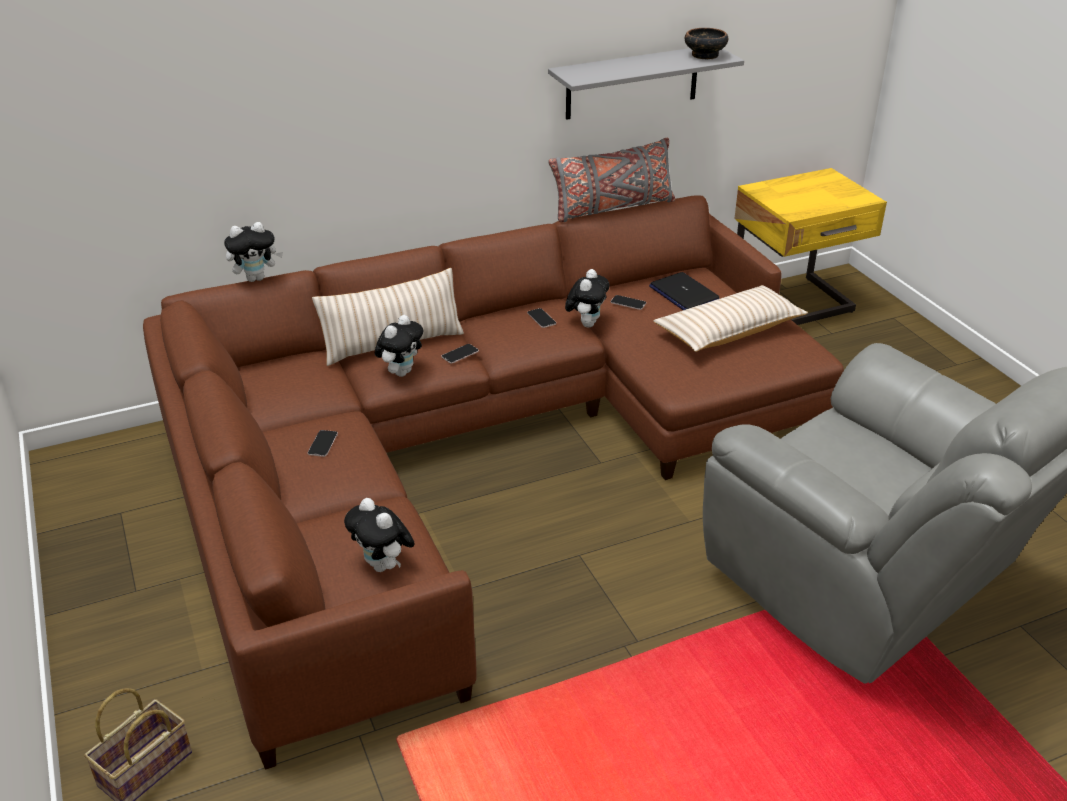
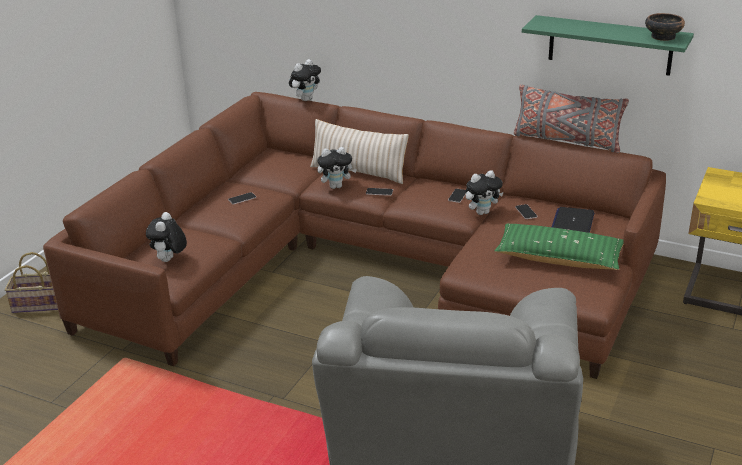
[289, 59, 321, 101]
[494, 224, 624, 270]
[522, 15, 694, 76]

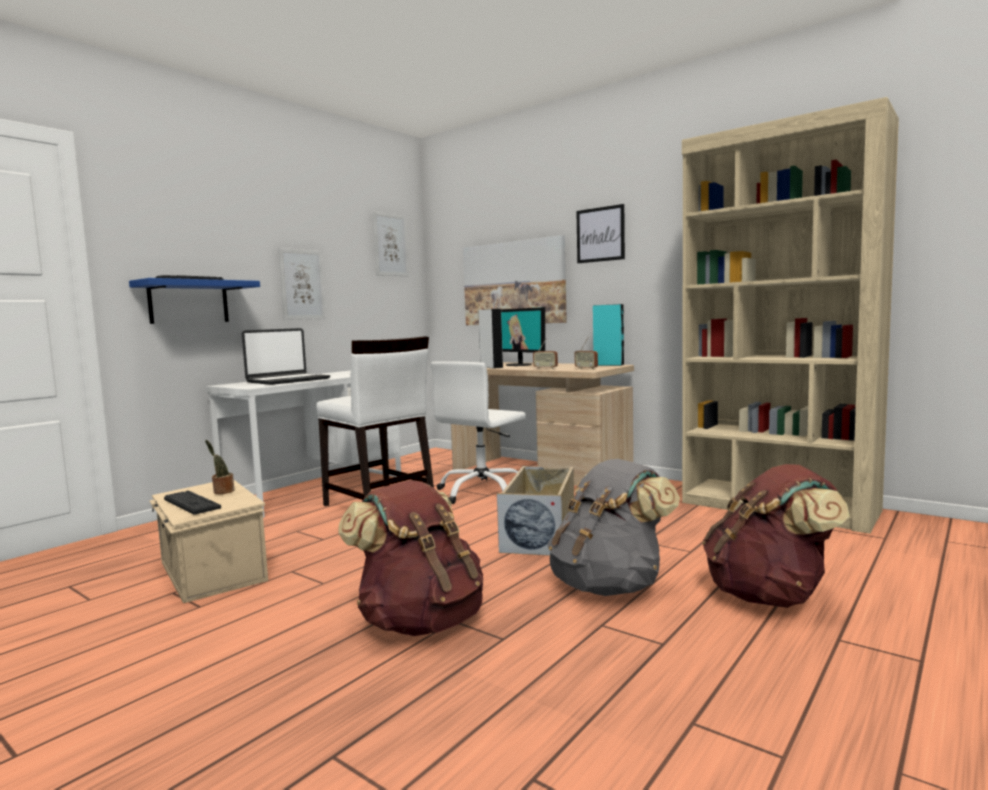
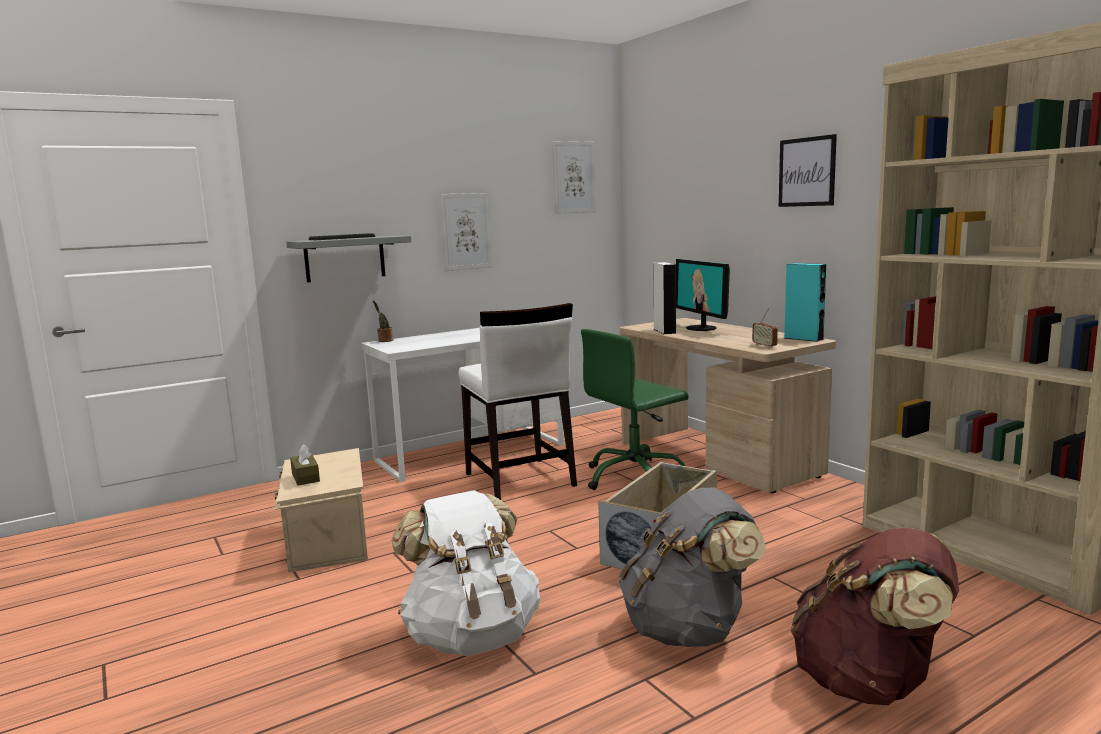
[287, 235, 411, 283]
[290, 445, 320, 486]
[373, 300, 393, 342]
[392, 490, 540, 656]
[581, 329, 689, 490]
[242, 328, 330, 385] (first image)
[463, 235, 567, 325] (first image)
[533, 338, 558, 369] (first image)

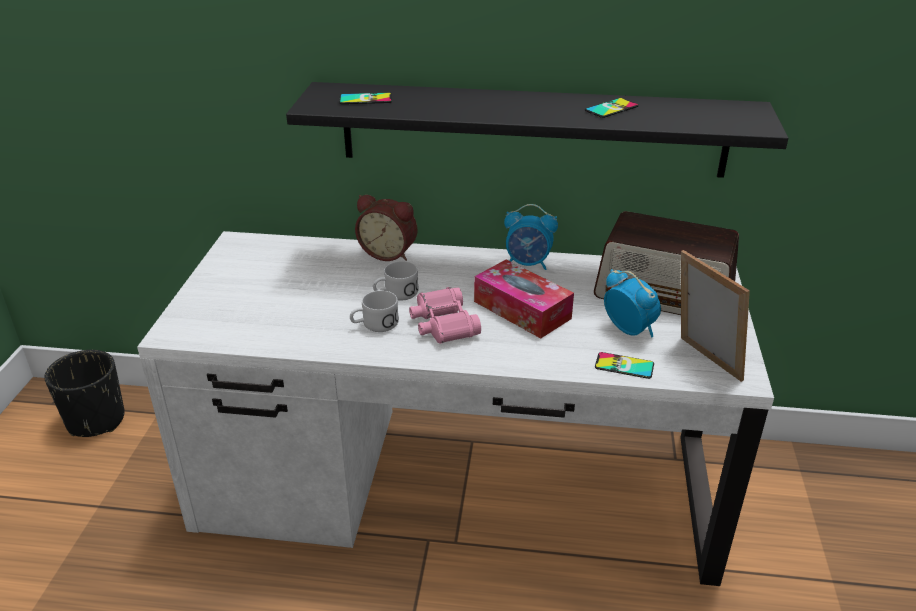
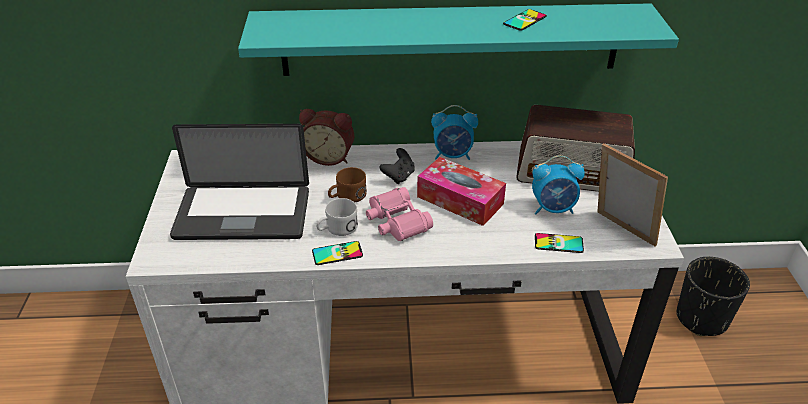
[170, 124, 309, 240]
[238, 3, 679, 76]
[312, 241, 363, 265]
[328, 167, 367, 202]
[380, 148, 415, 184]
[532, 155, 585, 214]
[676, 257, 750, 336]

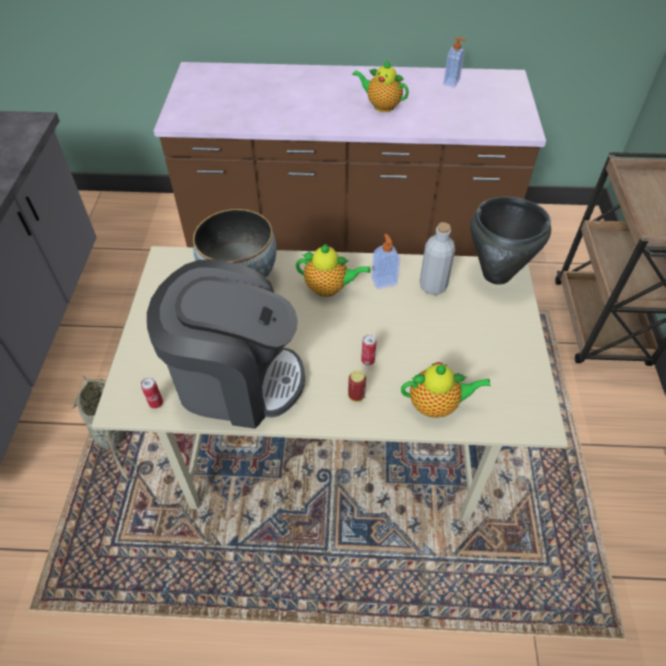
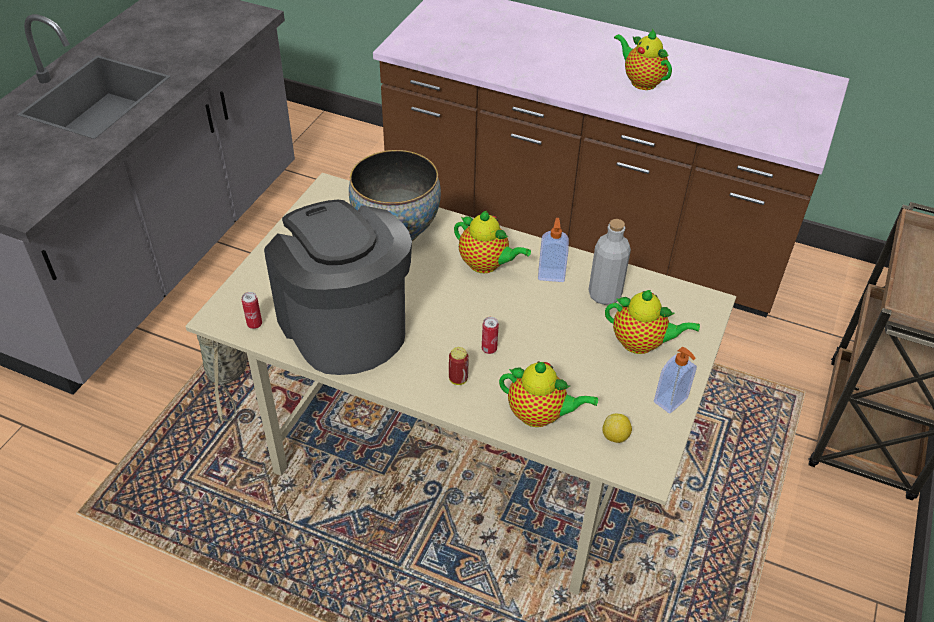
[264, 200, 412, 375]
[602, 413, 632, 443]
[605, 290, 700, 354]
[654, 346, 697, 414]
[470, 196, 551, 285] (first image)

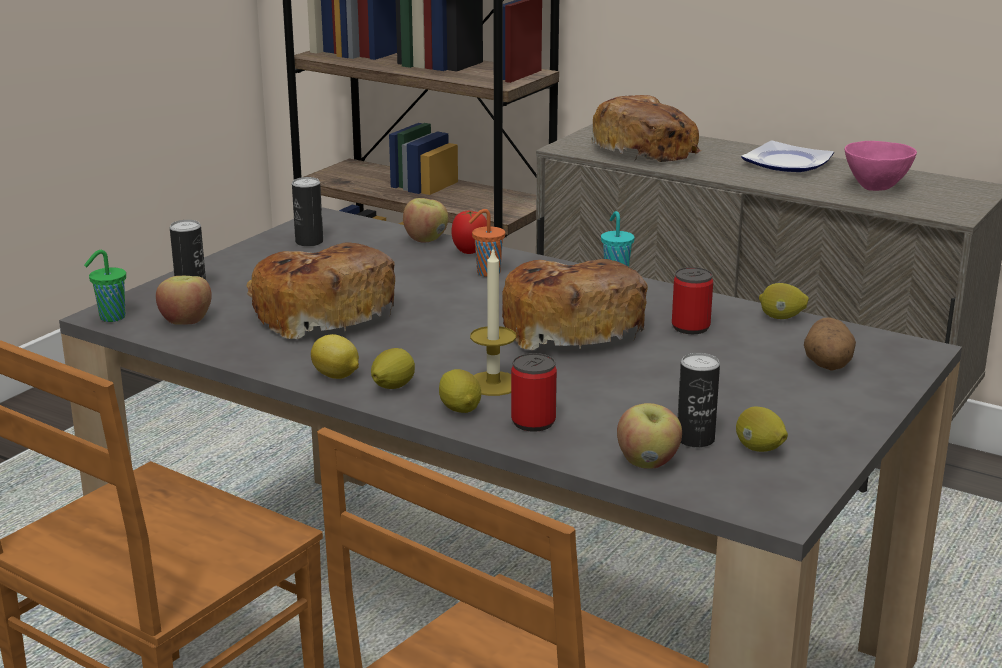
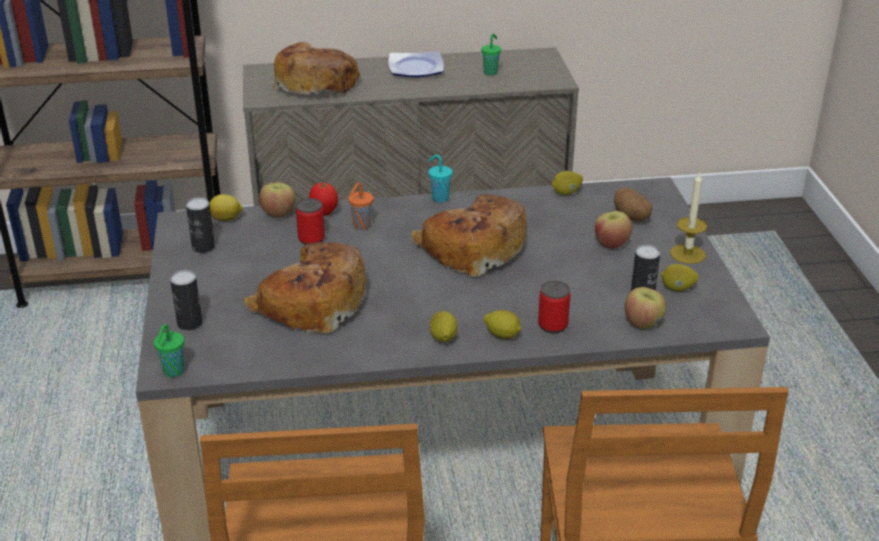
[210, 194, 243, 221]
[296, 198, 325, 245]
[481, 34, 501, 76]
[595, 211, 632, 249]
[670, 171, 707, 264]

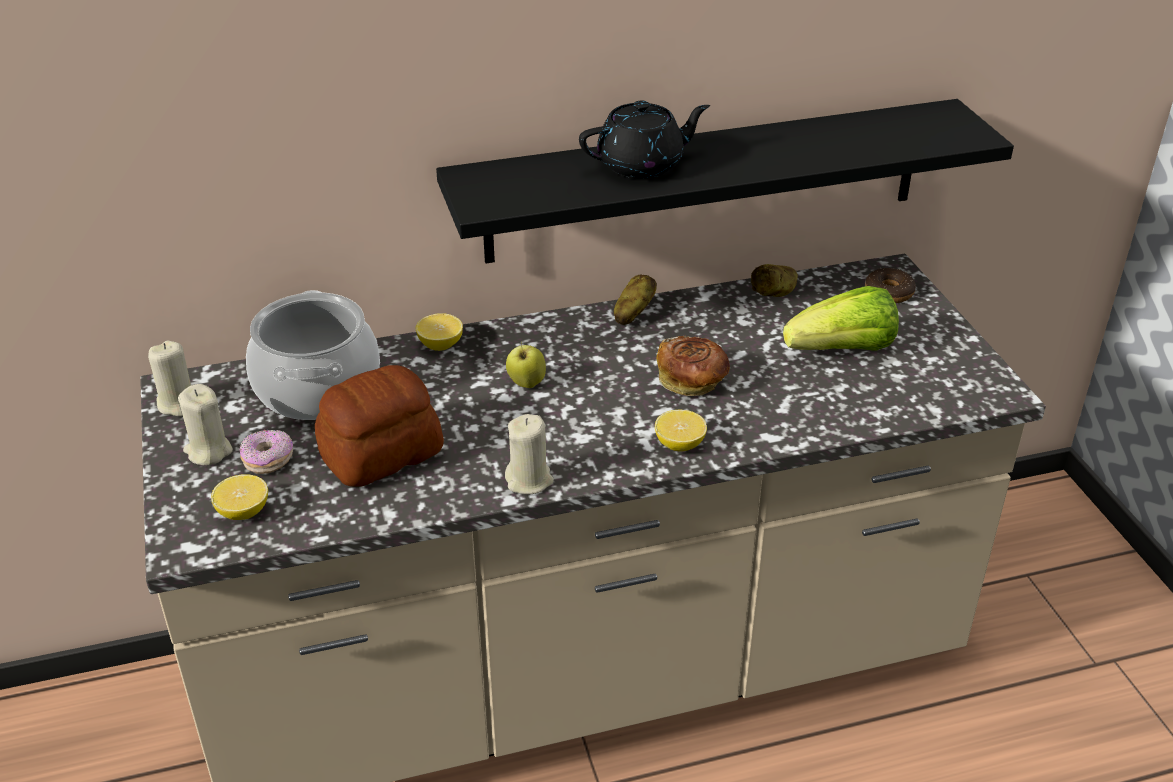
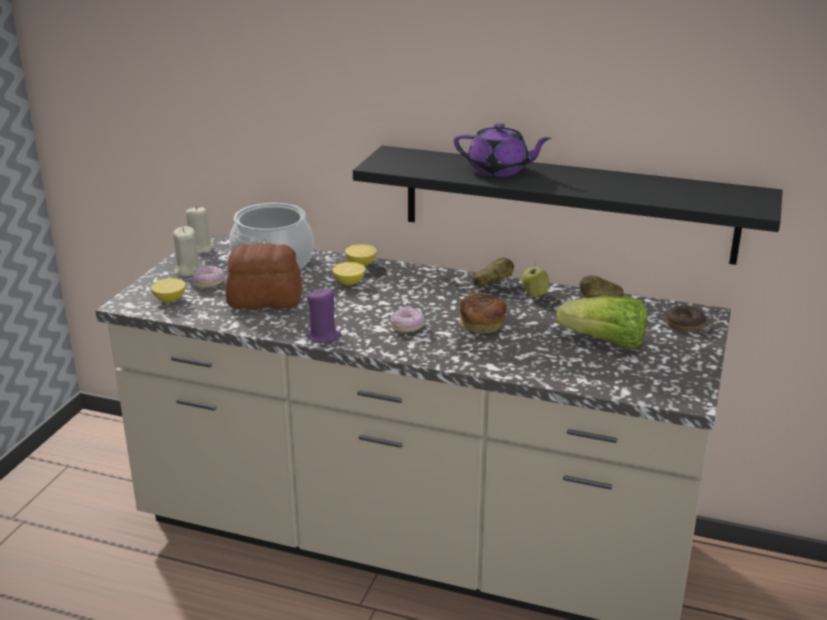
[306, 288, 341, 343]
[332, 262, 365, 285]
[390, 307, 424, 333]
[454, 123, 551, 177]
[522, 263, 549, 297]

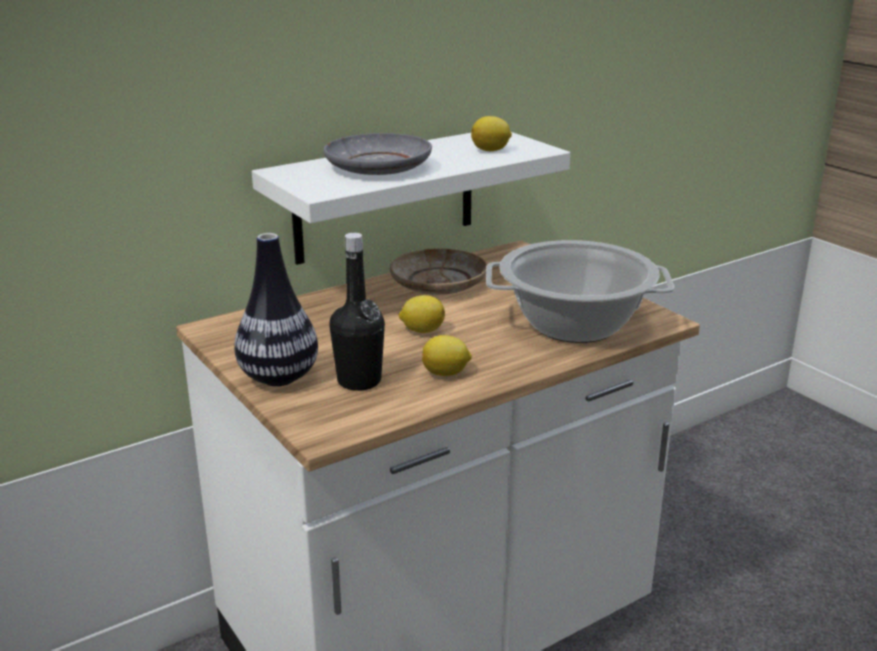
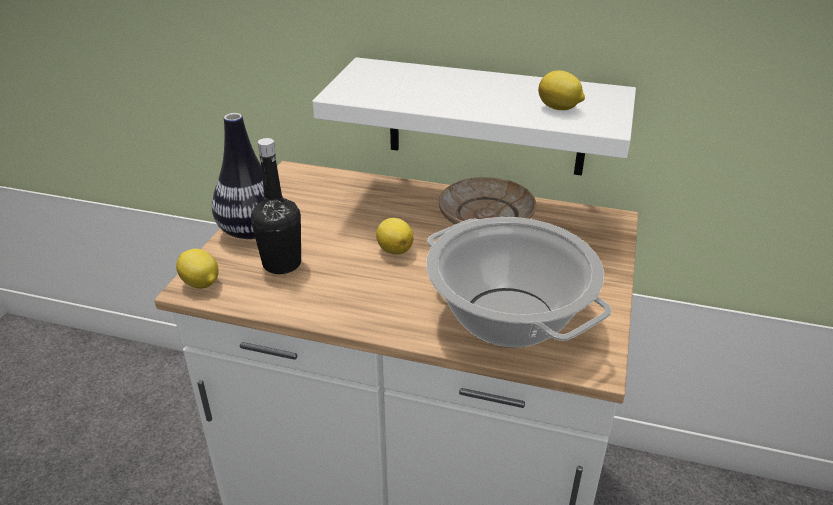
[176, 249, 219, 289]
[324, 133, 432, 175] (first image)

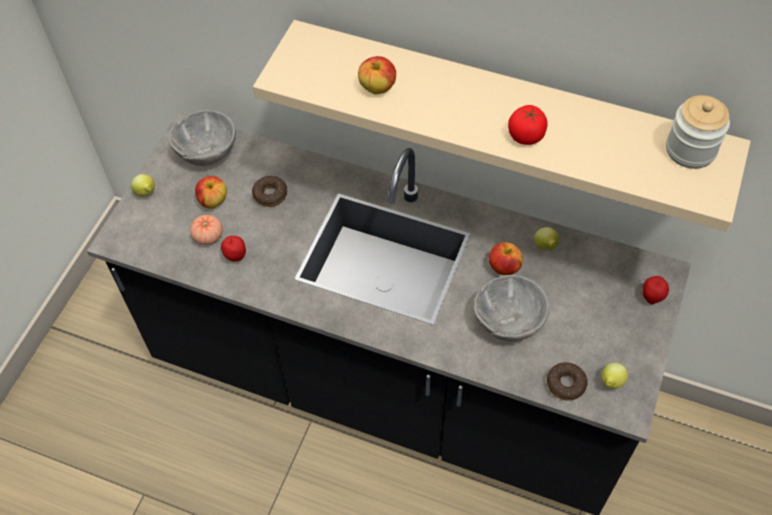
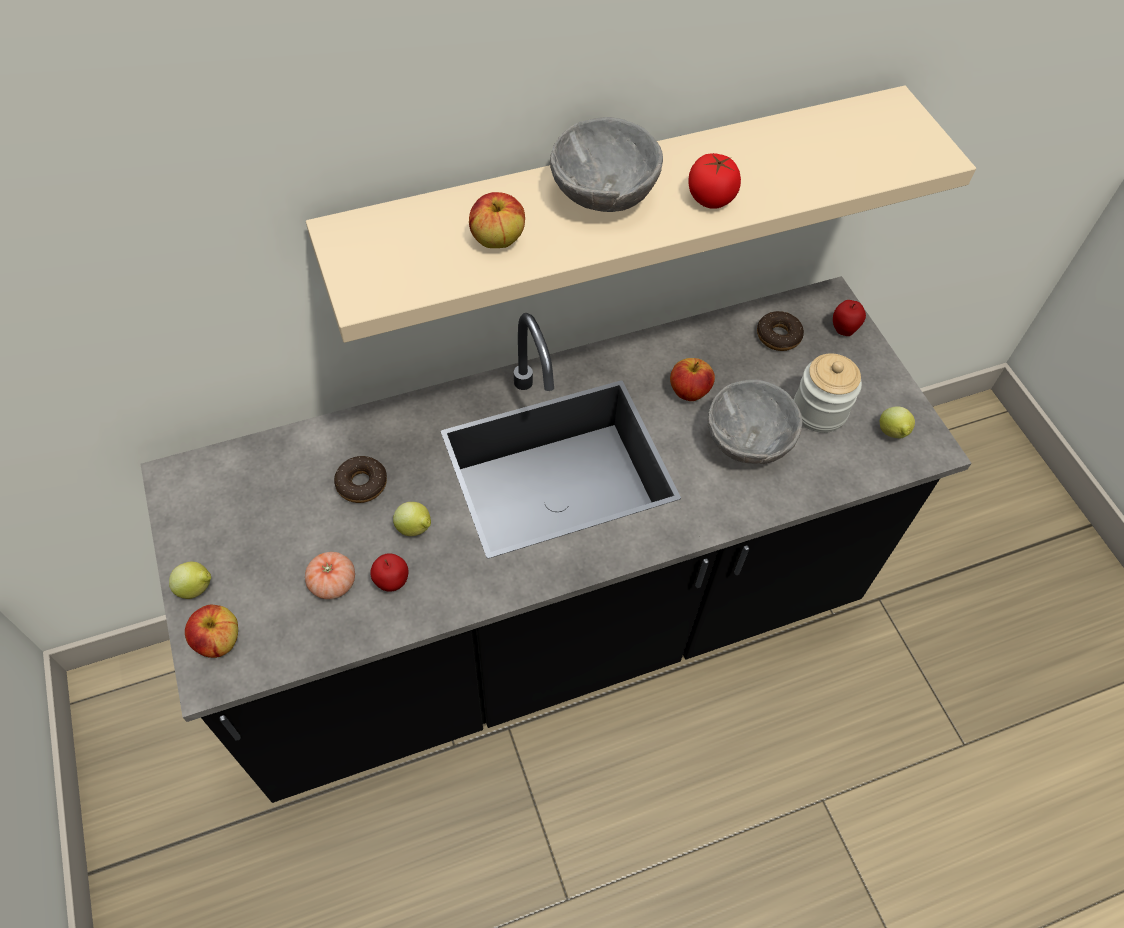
[185, 605, 238, 658]
[393, 502, 431, 536]
[550, 117, 663, 212]
[757, 311, 804, 351]
[794, 353, 862, 433]

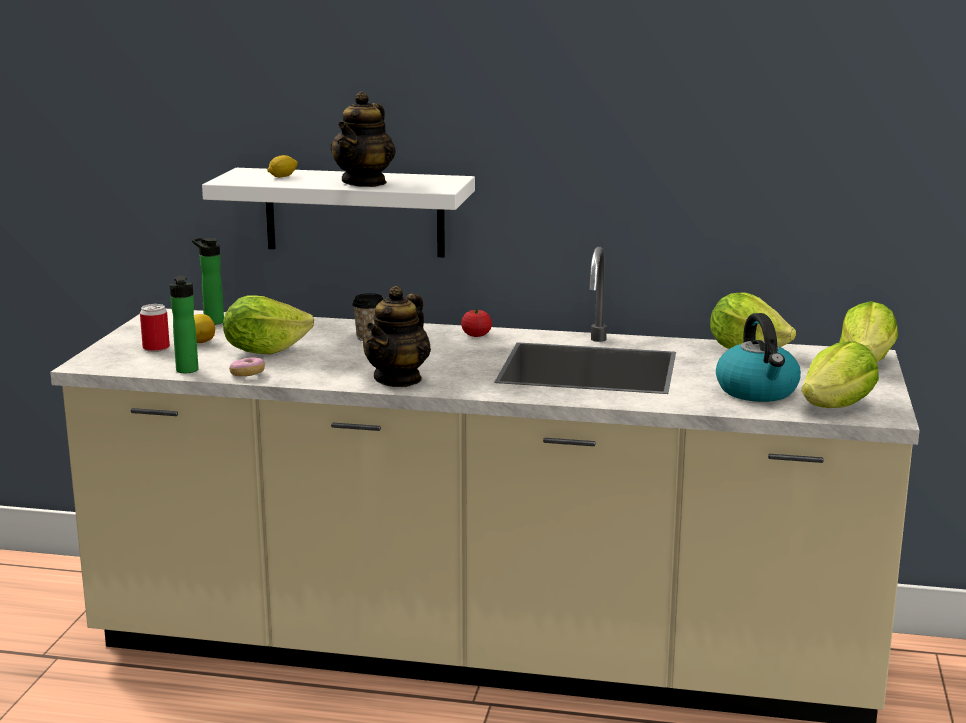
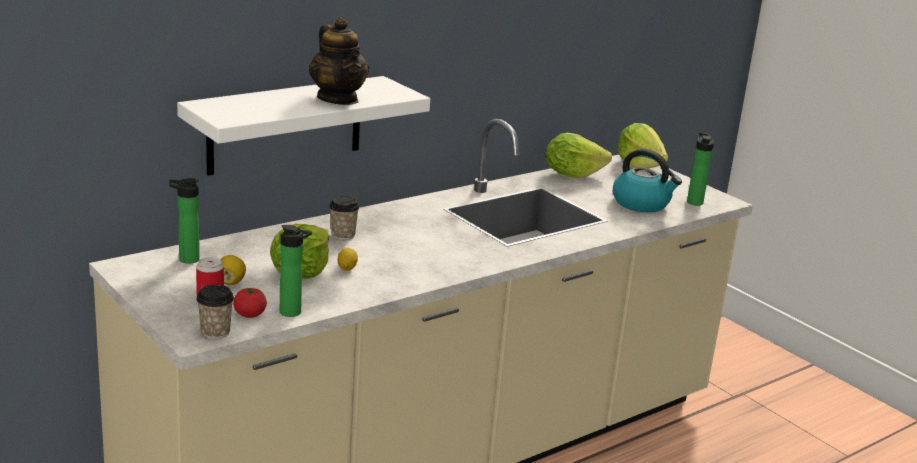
[196, 285, 234, 339]
[233, 288, 267, 318]
[337, 248, 358, 271]
[687, 133, 714, 206]
[229, 358, 265, 376] (first image)
[363, 286, 431, 387] (first image)

